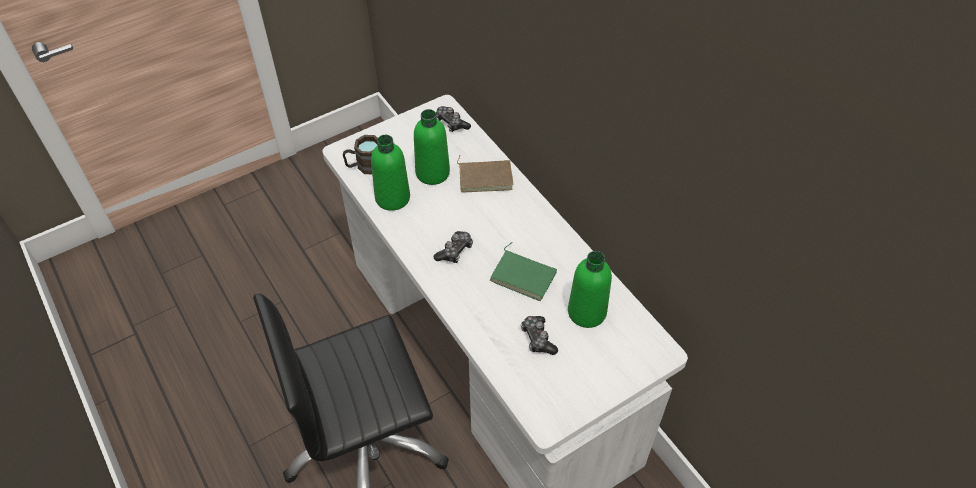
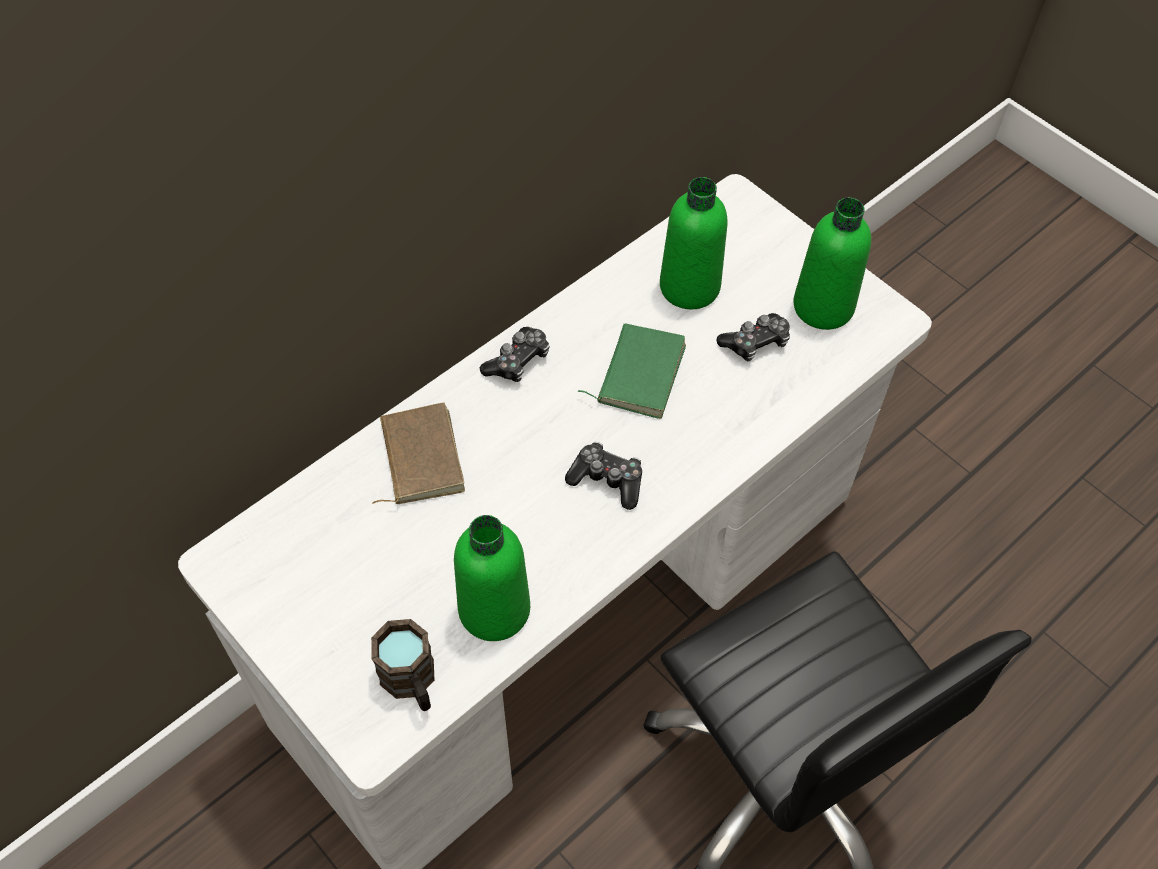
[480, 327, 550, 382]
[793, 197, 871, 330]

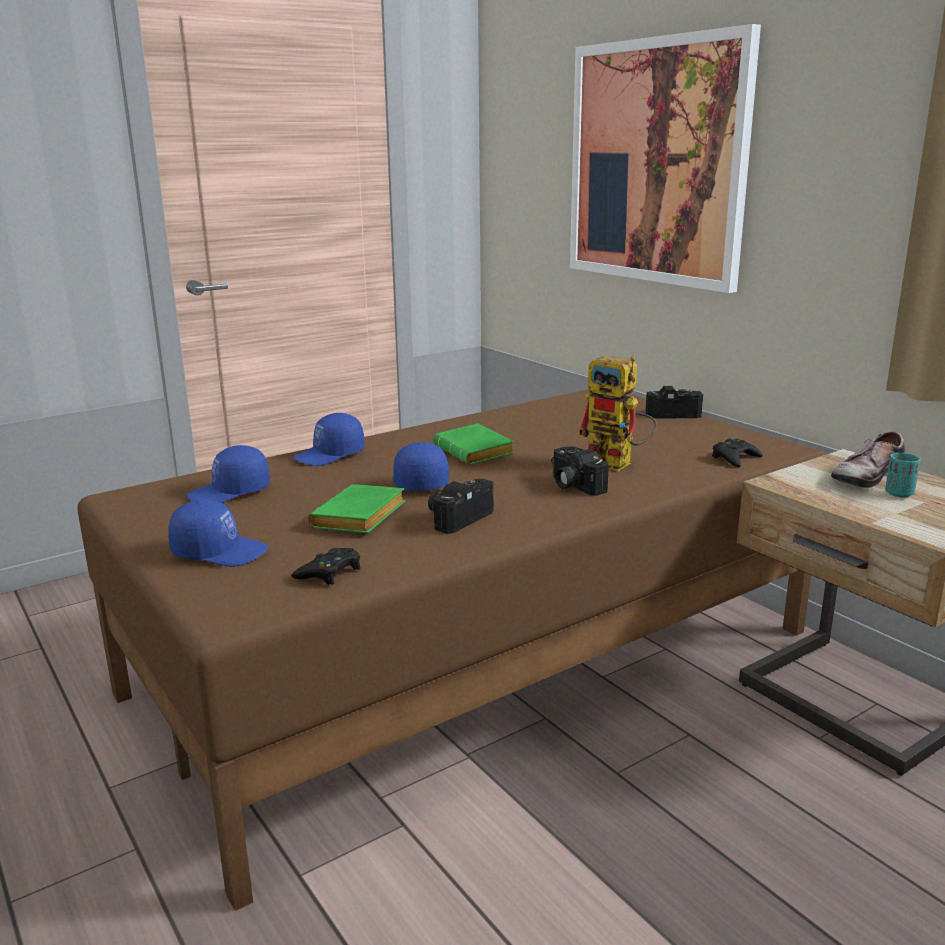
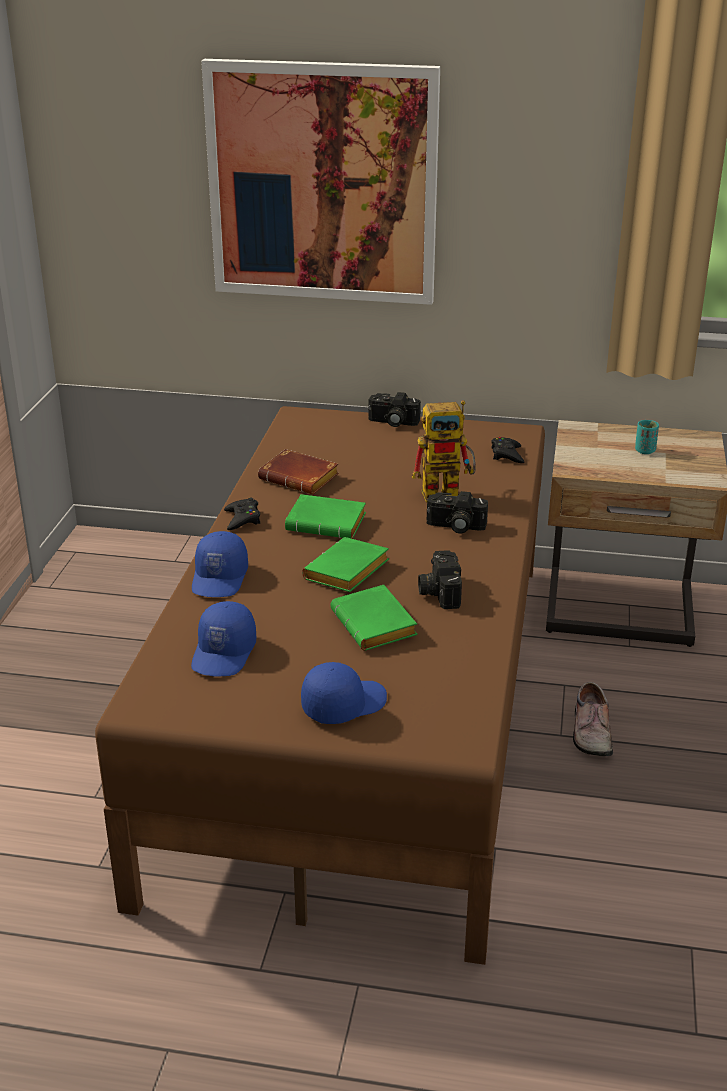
[224, 498, 260, 530]
[258, 449, 339, 494]
[302, 537, 389, 592]
[368, 392, 421, 427]
[573, 682, 613, 756]

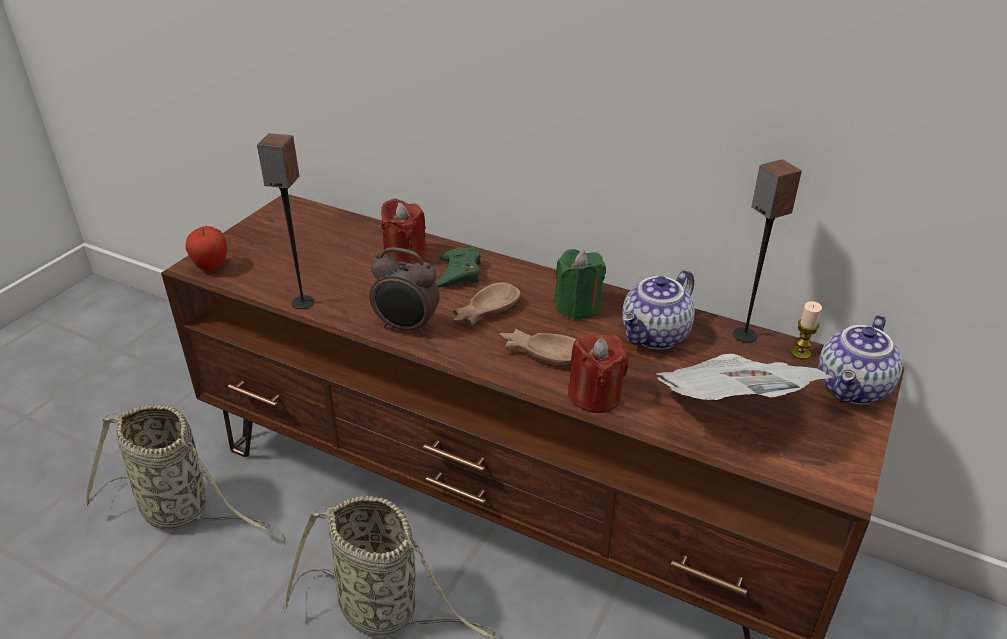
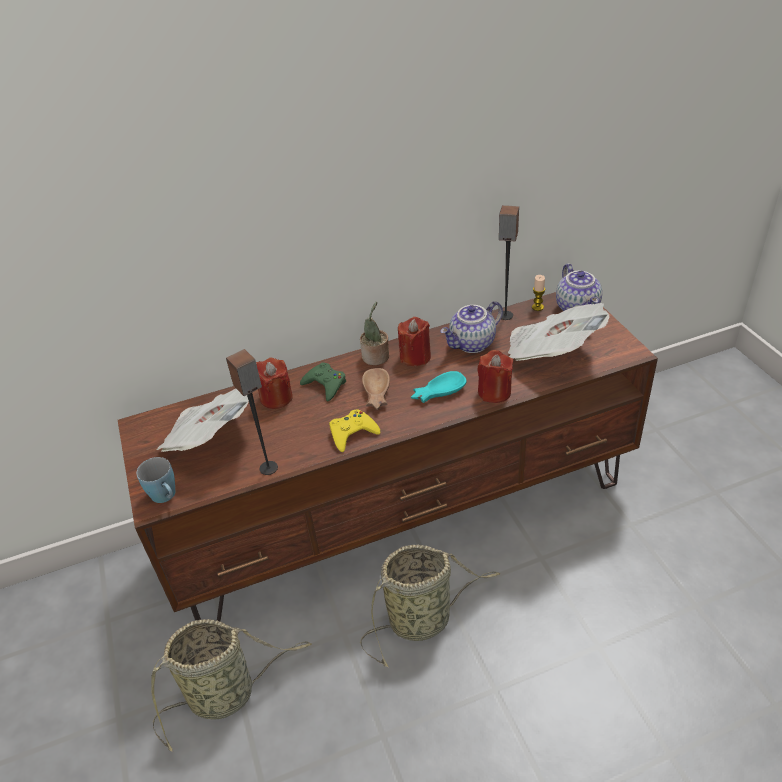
[137, 457, 176, 503]
[156, 389, 249, 452]
[329, 409, 380, 452]
[360, 302, 389, 365]
[398, 317, 431, 366]
[411, 371, 467, 403]
[440, 301, 503, 353]

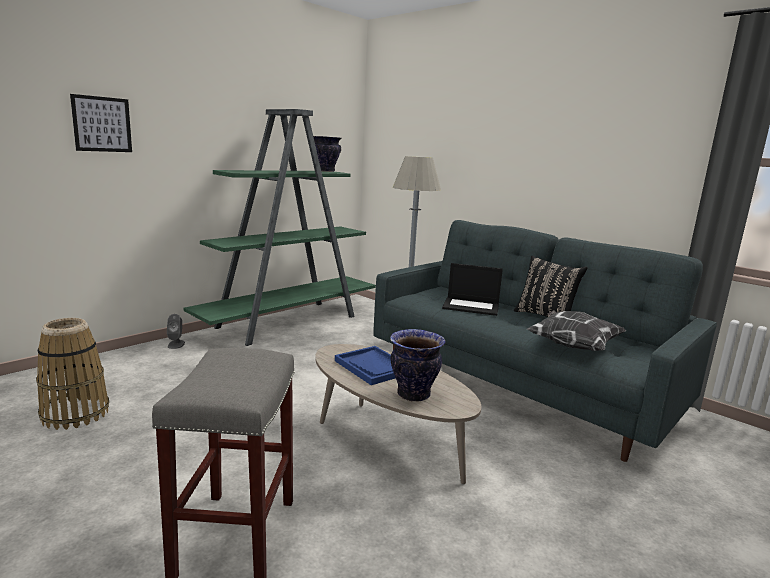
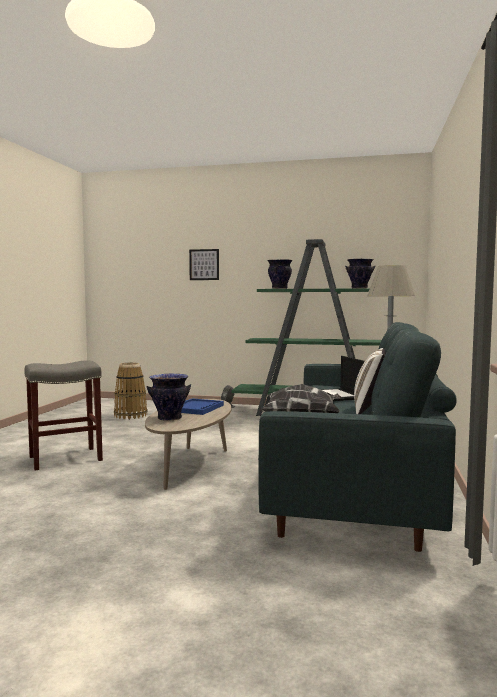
[267, 259, 293, 289]
[354, 348, 386, 414]

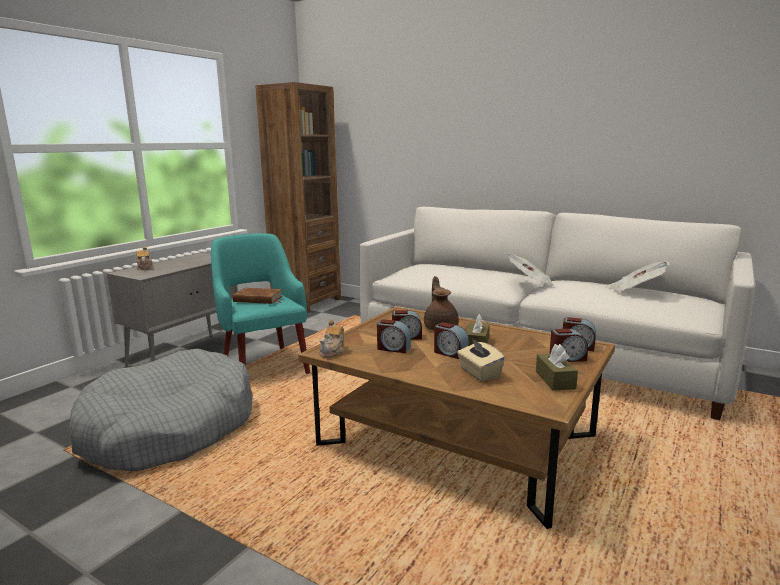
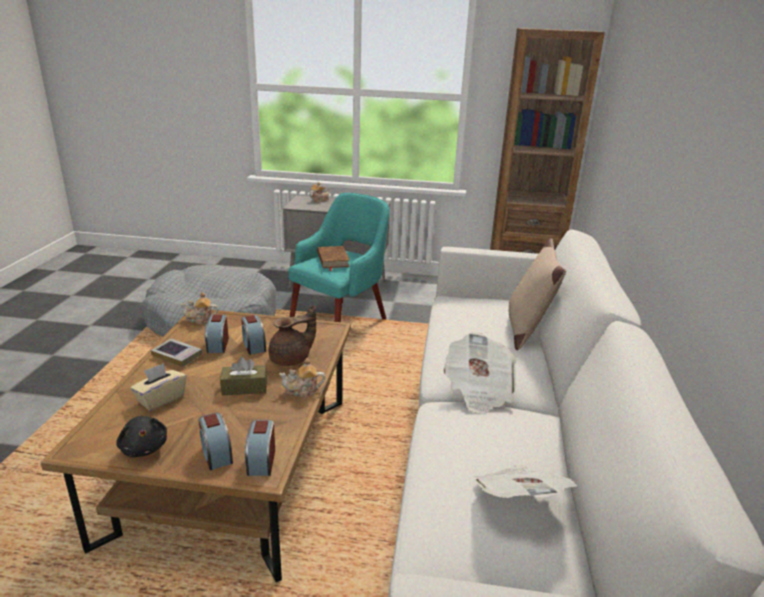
[116, 416, 167, 457]
[151, 338, 203, 367]
[279, 358, 325, 397]
[509, 238, 566, 350]
[434, 322, 469, 359] (first image)

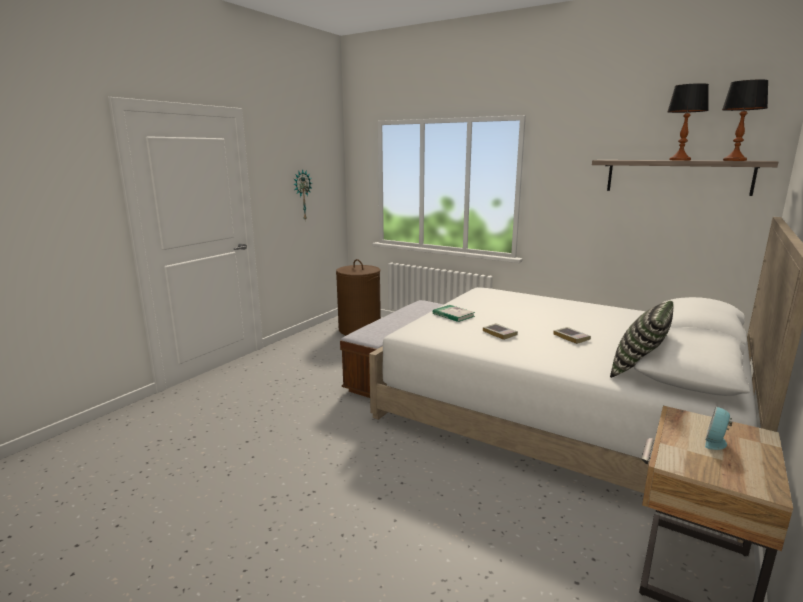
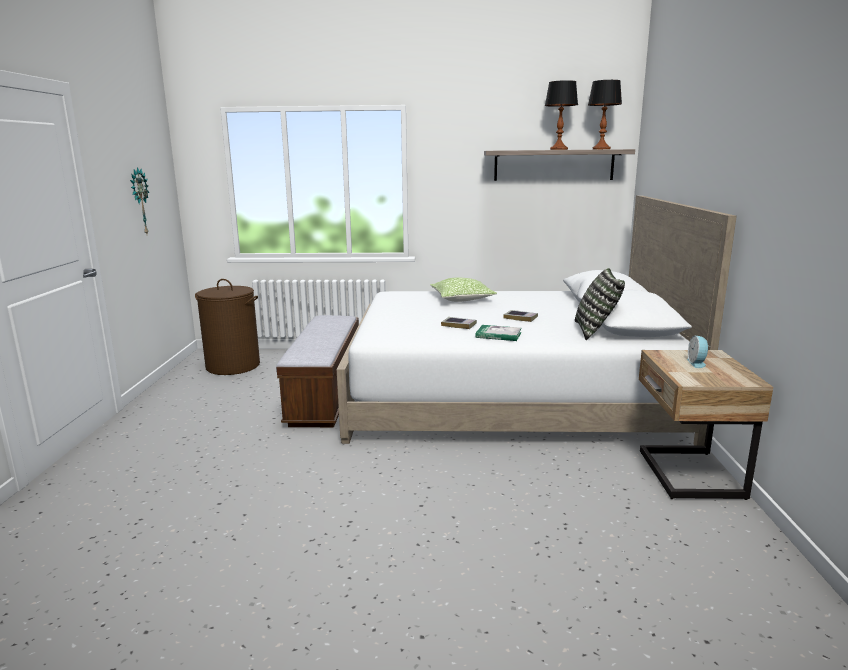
[430, 278, 497, 302]
[475, 325, 522, 341]

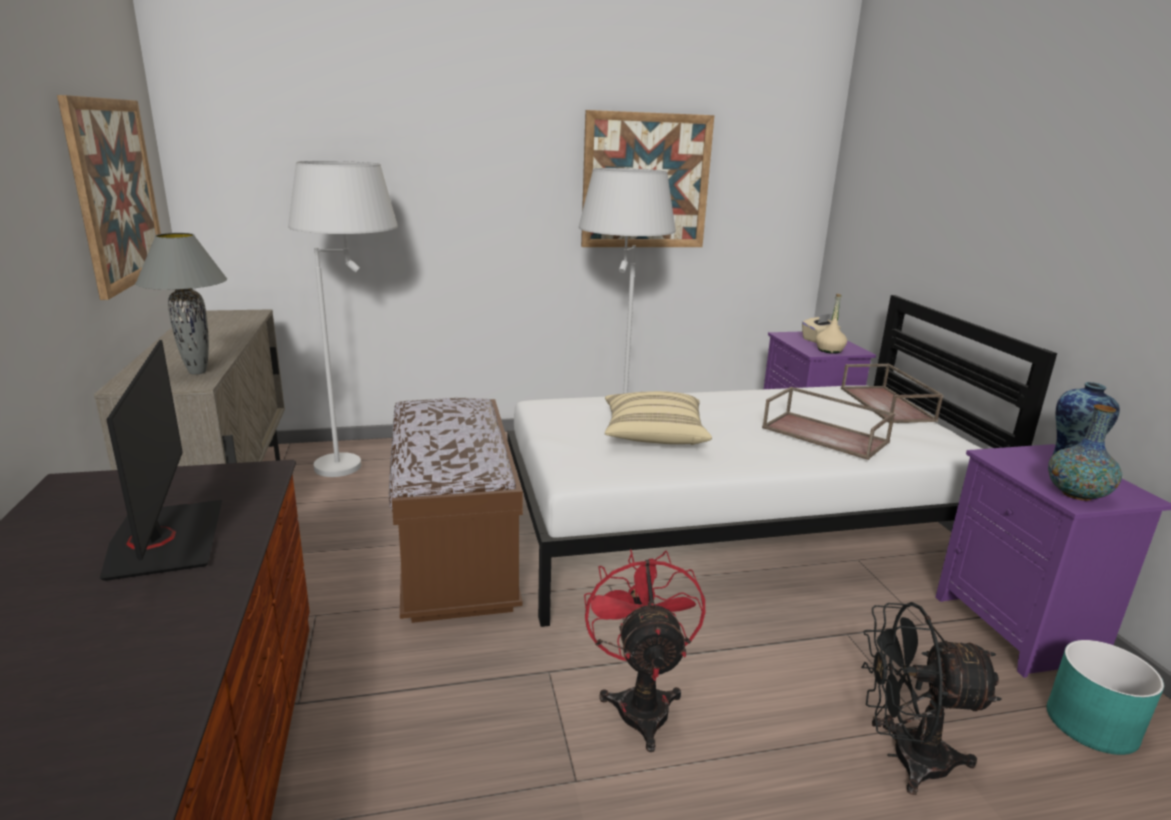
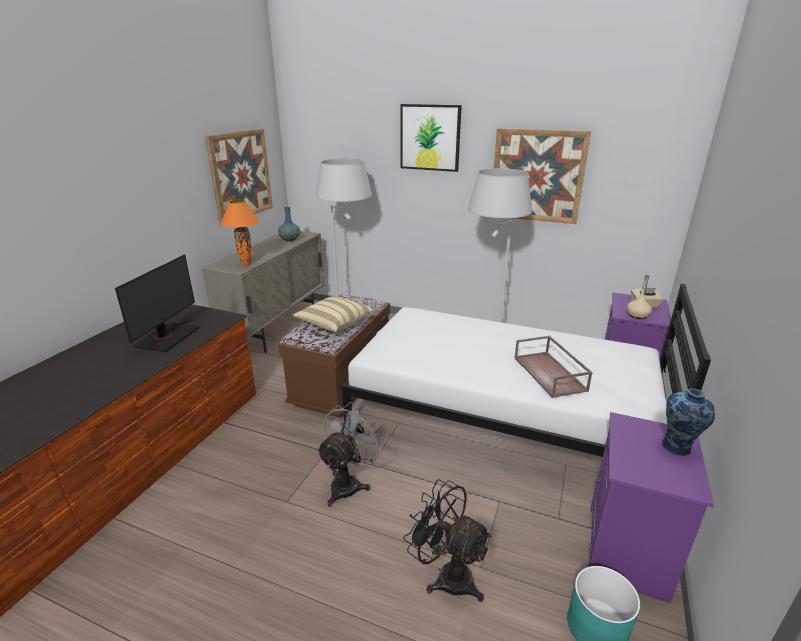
[220, 200, 260, 266]
[278, 207, 300, 241]
[292, 296, 374, 333]
[316, 402, 386, 507]
[400, 104, 462, 172]
[841, 364, 944, 423] (first image)

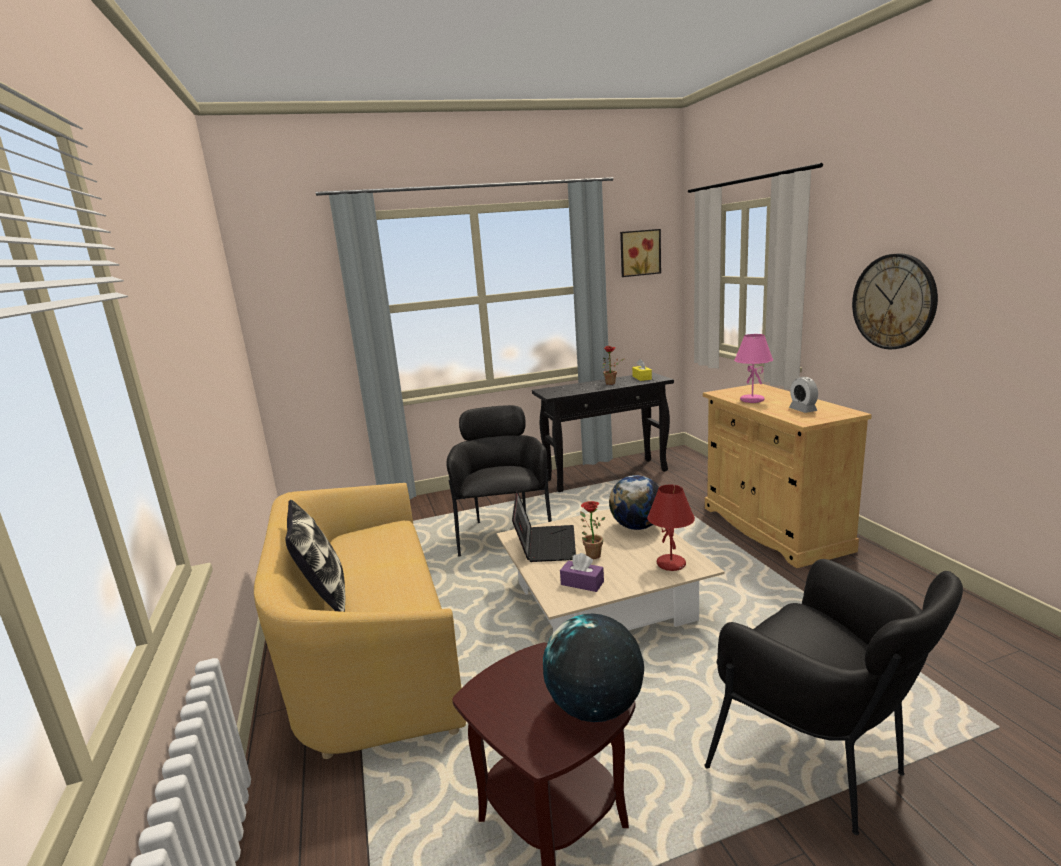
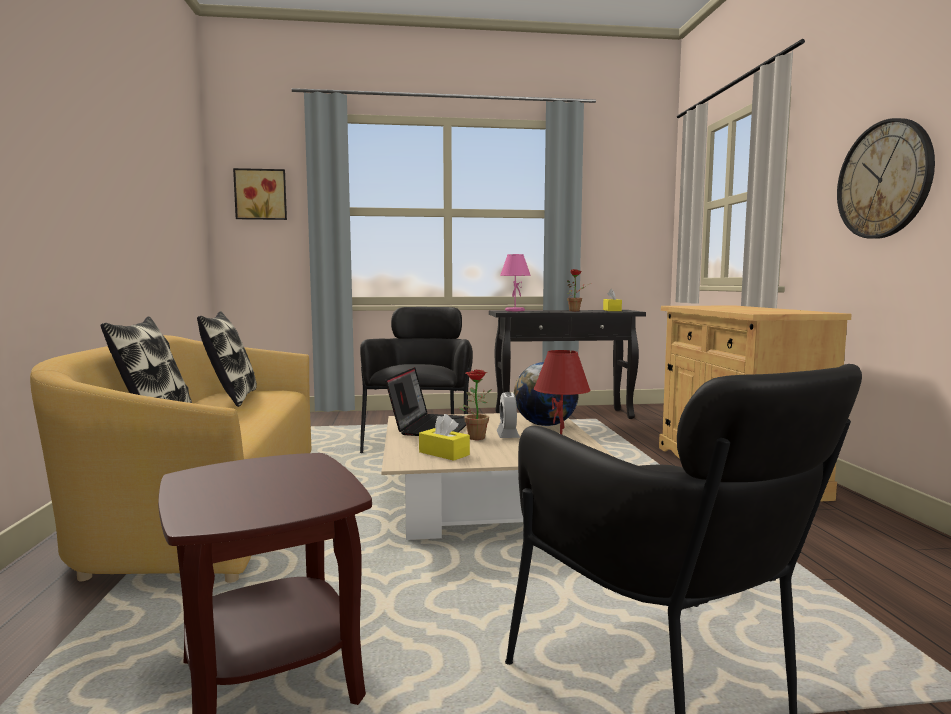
[197, 311, 257, 407]
[233, 168, 287, 220]
[419, 414, 470, 461]
[497, 392, 520, 438]
[500, 254, 531, 311]
[543, 614, 644, 722] (first image)

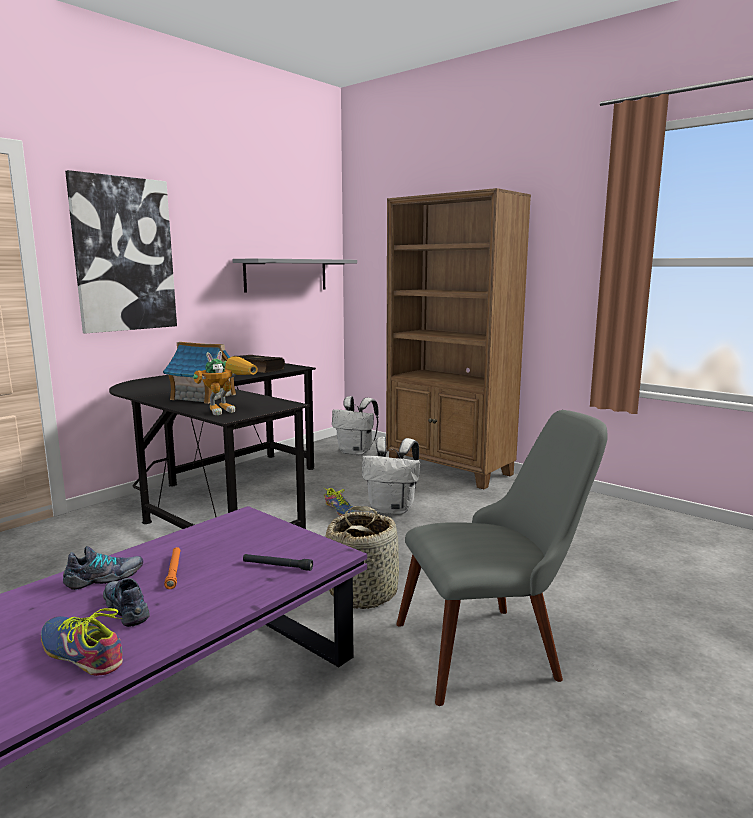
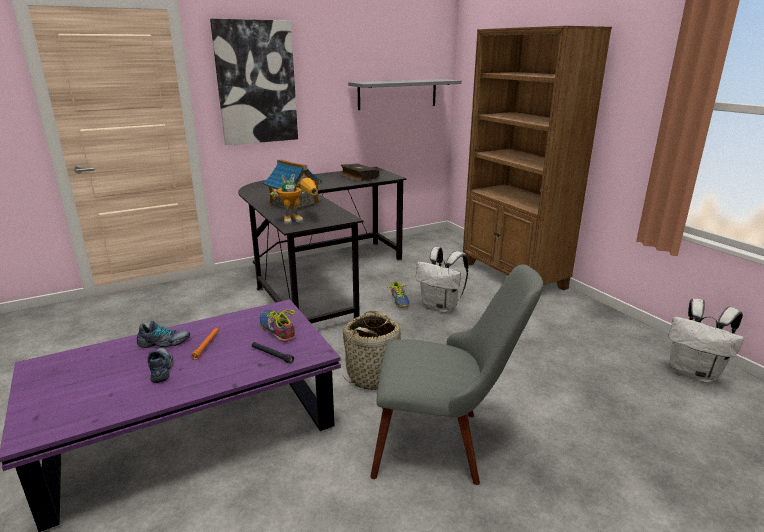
[259, 309, 295, 342]
[668, 299, 744, 383]

